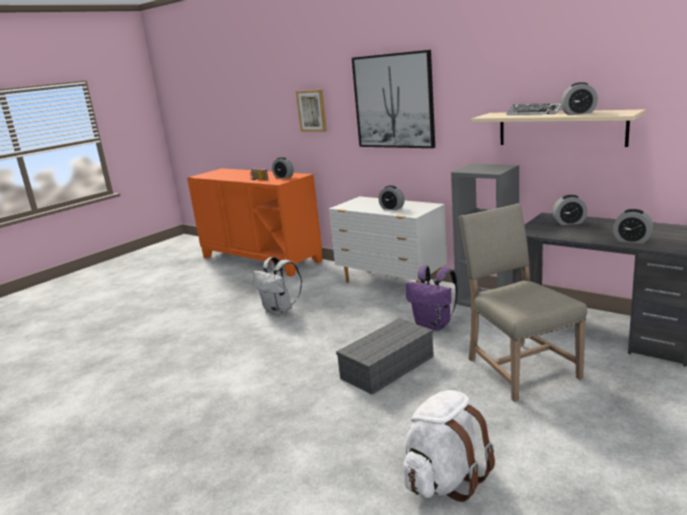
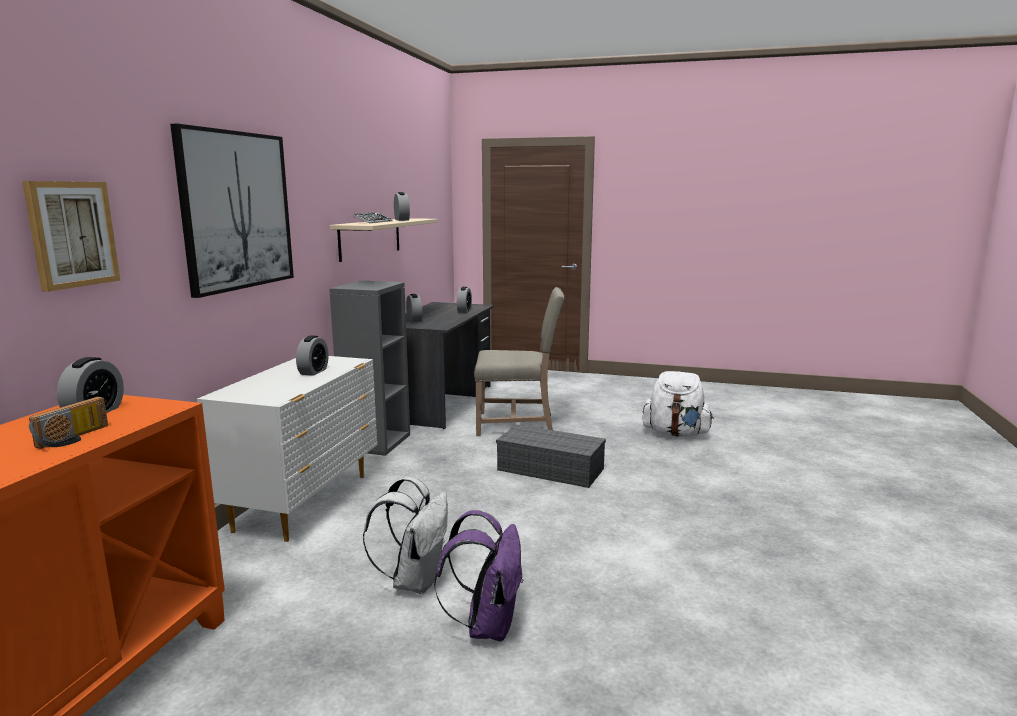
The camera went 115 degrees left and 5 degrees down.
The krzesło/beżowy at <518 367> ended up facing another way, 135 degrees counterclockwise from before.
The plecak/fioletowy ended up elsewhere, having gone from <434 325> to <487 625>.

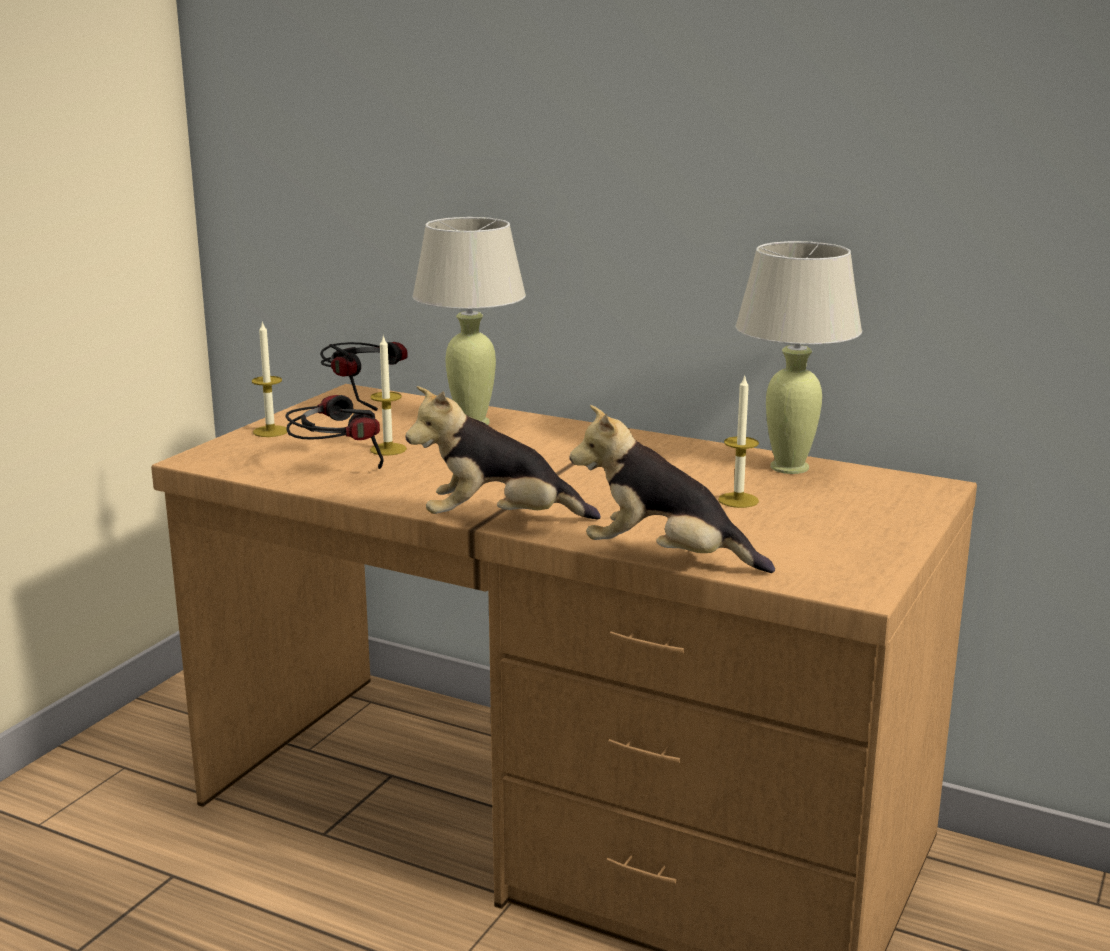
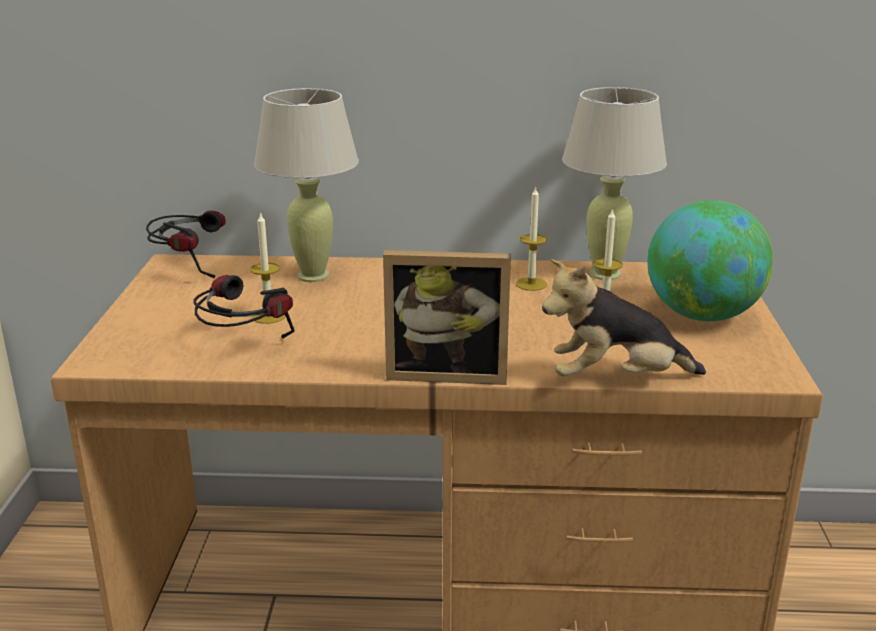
The camera went 25 degrees left and 5 degrees up.
The świeca ended up elsewhere, having gone from <270 431> to <531 284>.
Where the pluszak stood at <499 522>, the ramka na zdjęcie came to stand at <447 372>.
The second view gained the globus at <702 315>.

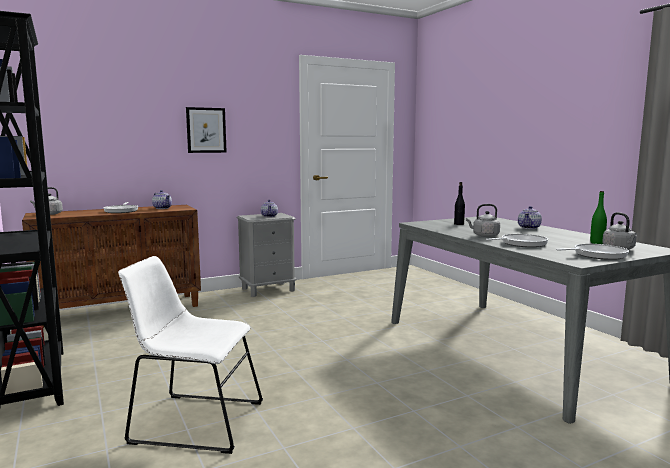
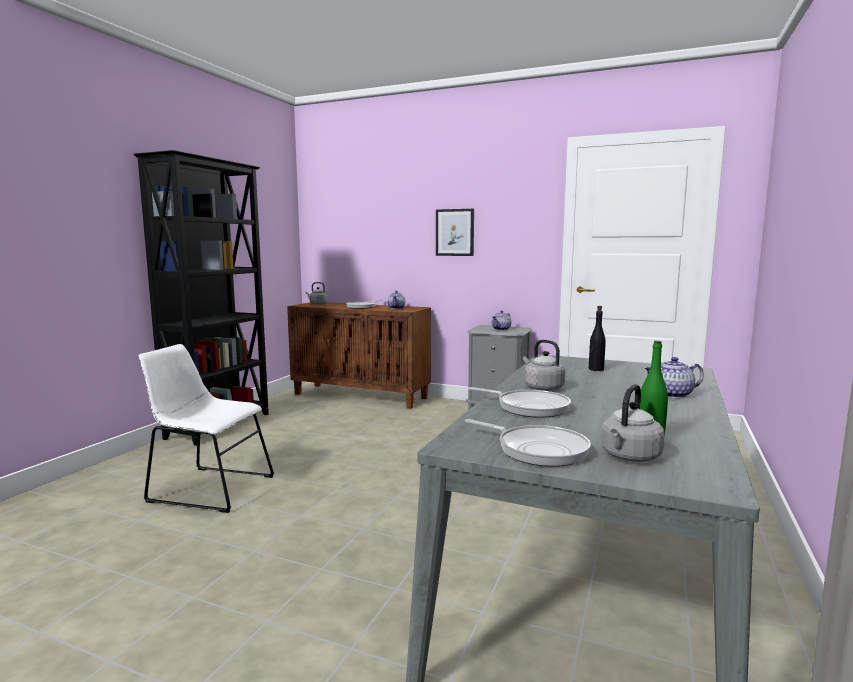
The camera went 50 degrees right and 0 degrees up.
The krzesło/biały at <192 421> ended up facing another way, 45 degrees counterclockwise from before.

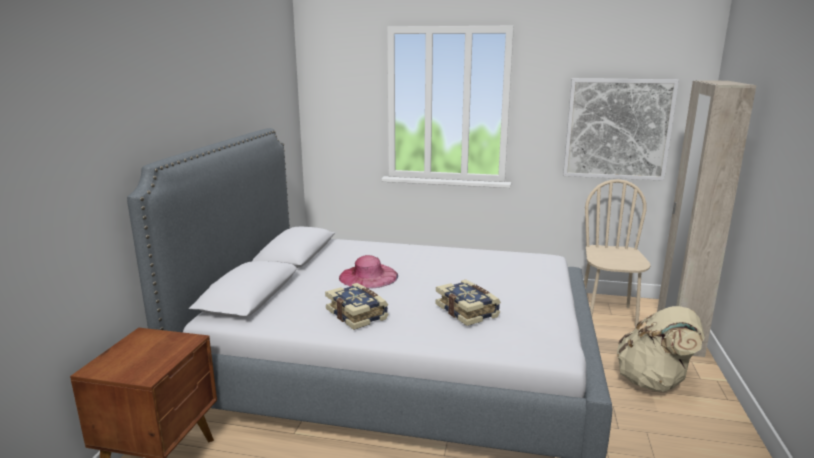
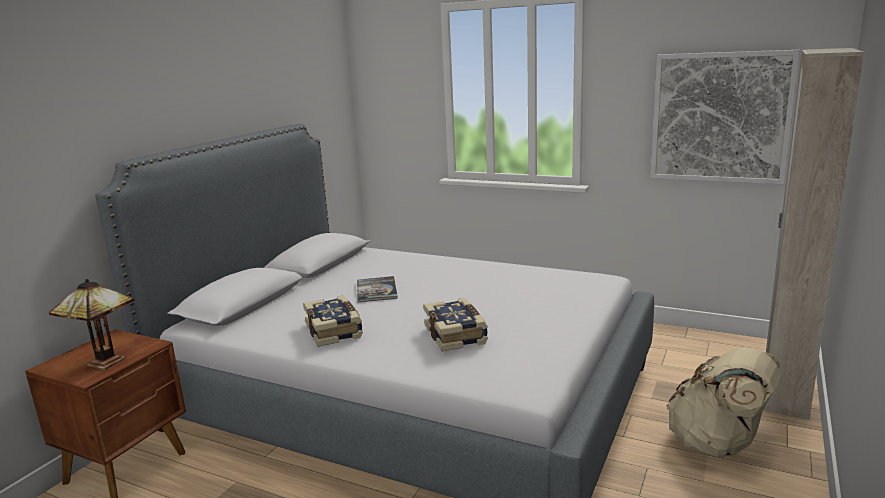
The camera went 15 degrees right and 0 degrees up.
The second view lost the krzesło/beżowy at <608 316>.
Where the kapelusz/różowy stood at <368 276>, the książka came to stand at <376 290>.
The second view gained the lampa stołowa at <103 362>.

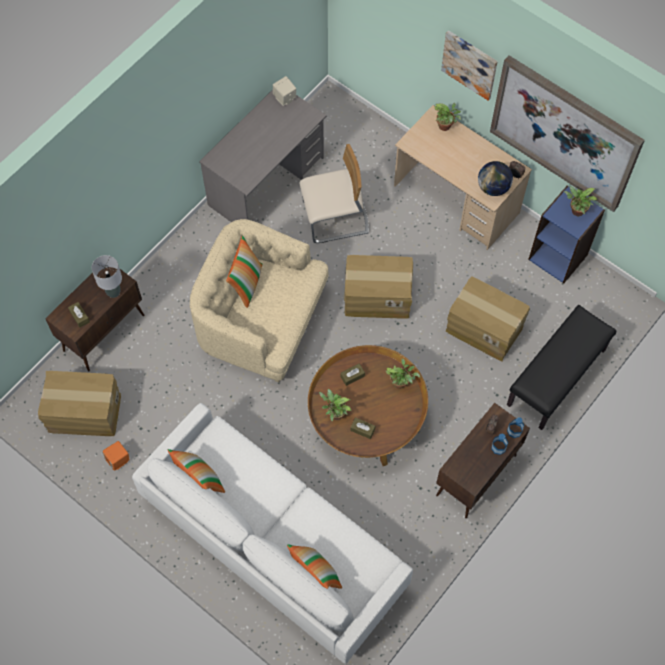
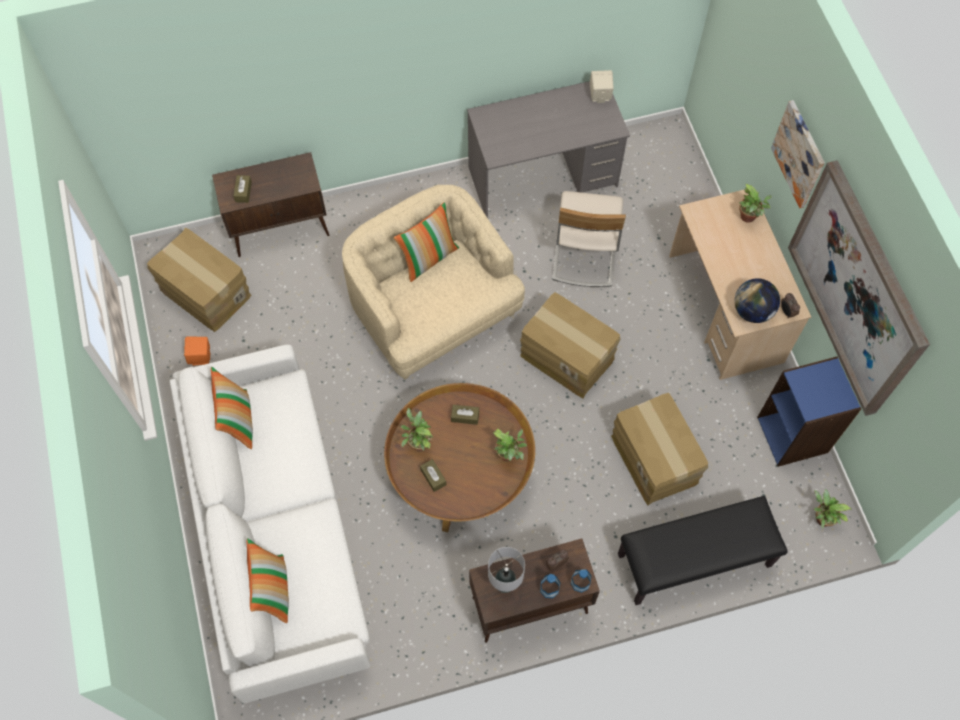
The camera went 35 degrees right and 0 degrees up.
The krzesło/beżowy at <335 219> ended up facing another way, 75 degrees clockwise from before.
The roślina doniczkowa ended up elsewhere, having gone from <576 211> to <821 518>.
The lampa stołowa/szary ended up elsewhere, having gone from <113 292> to <505 584>.

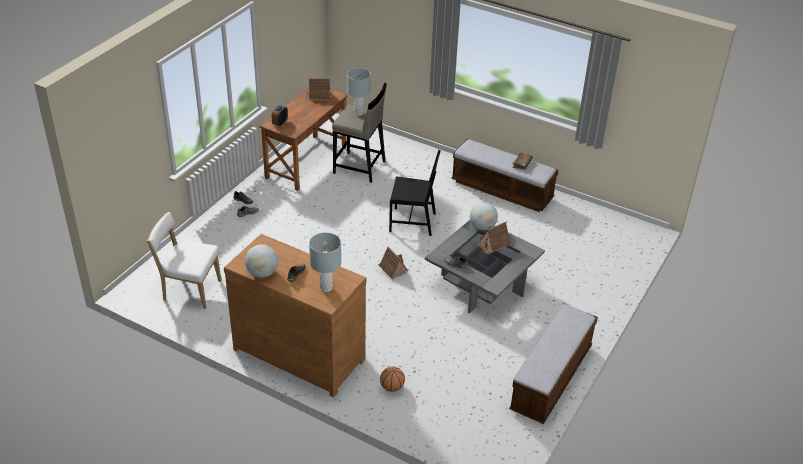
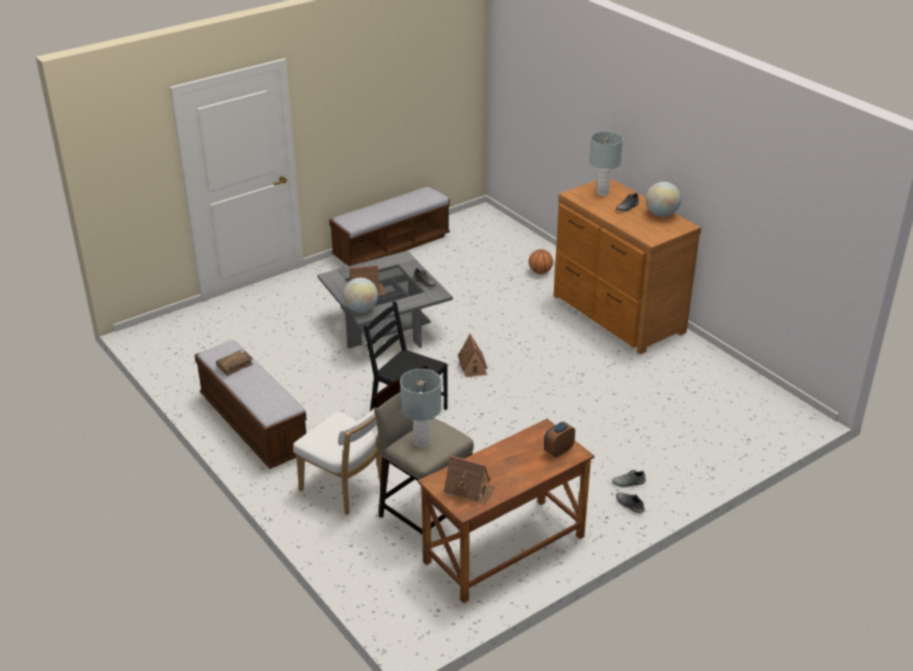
The camera went 155 degrees left and 5 degrees down.
The krzesło/biały ended up elsewhere, having gone from <189 290> to <345 489>.

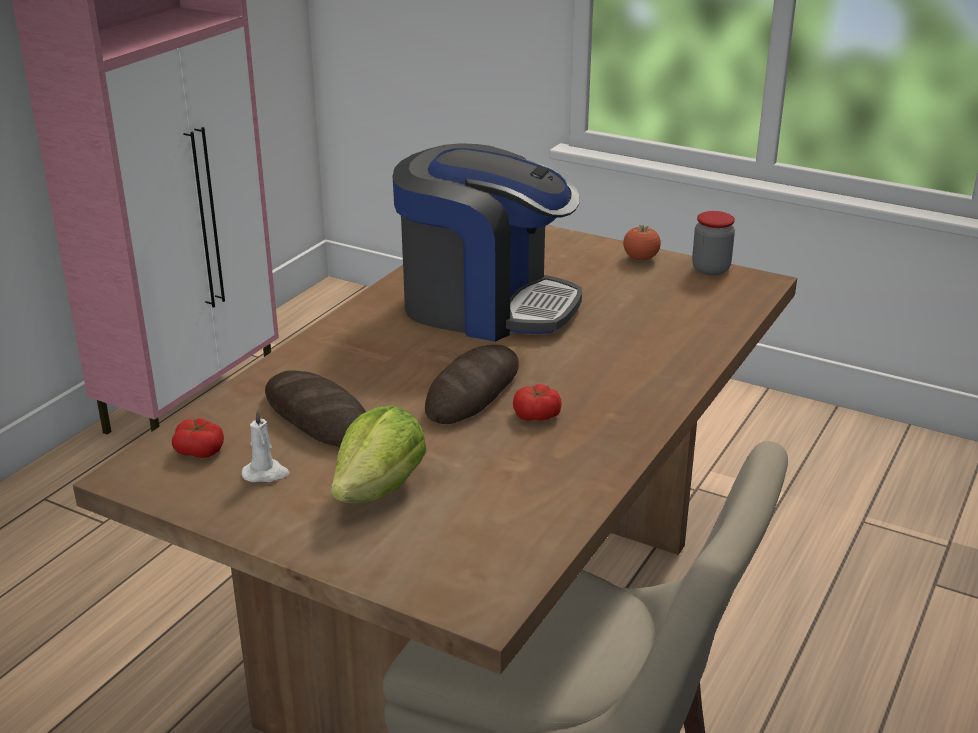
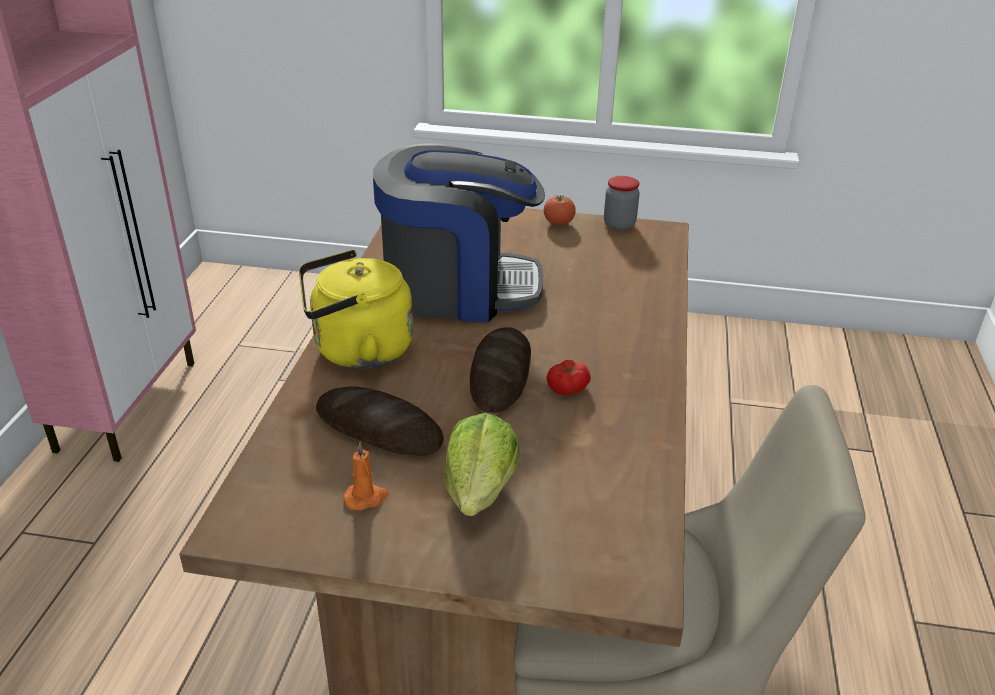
The camera went 20 degrees left and 5 degrees up.
What was the świeca/biały at <266 473> turned into the świeca/pomarańczowy at <366 498>.
The second view lost the pomidor at <199 450>.
The second view gained the czajnik/żółty at <357 351>.

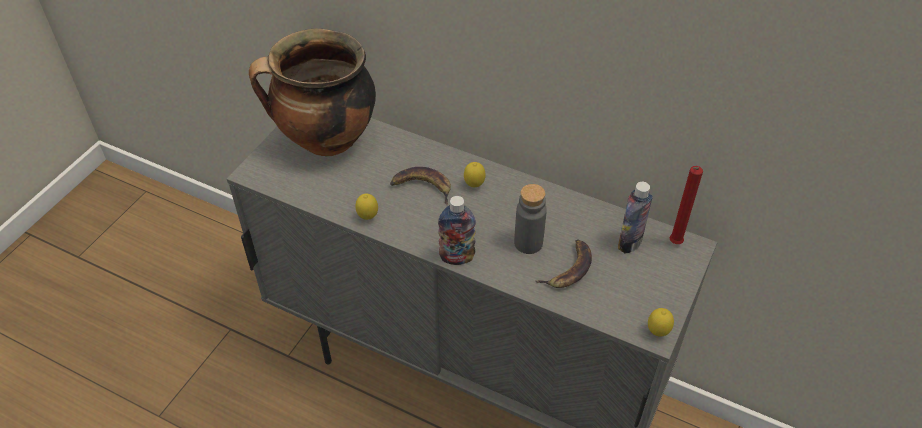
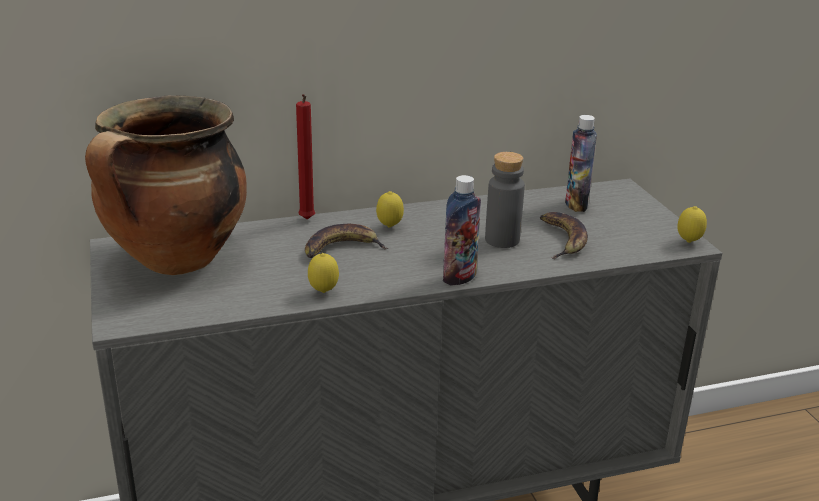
The camera went 45 degrees left and 20 degrees down.
The świeca/czerwony ended up elsewhere, having gone from <674 244> to <306 220>.

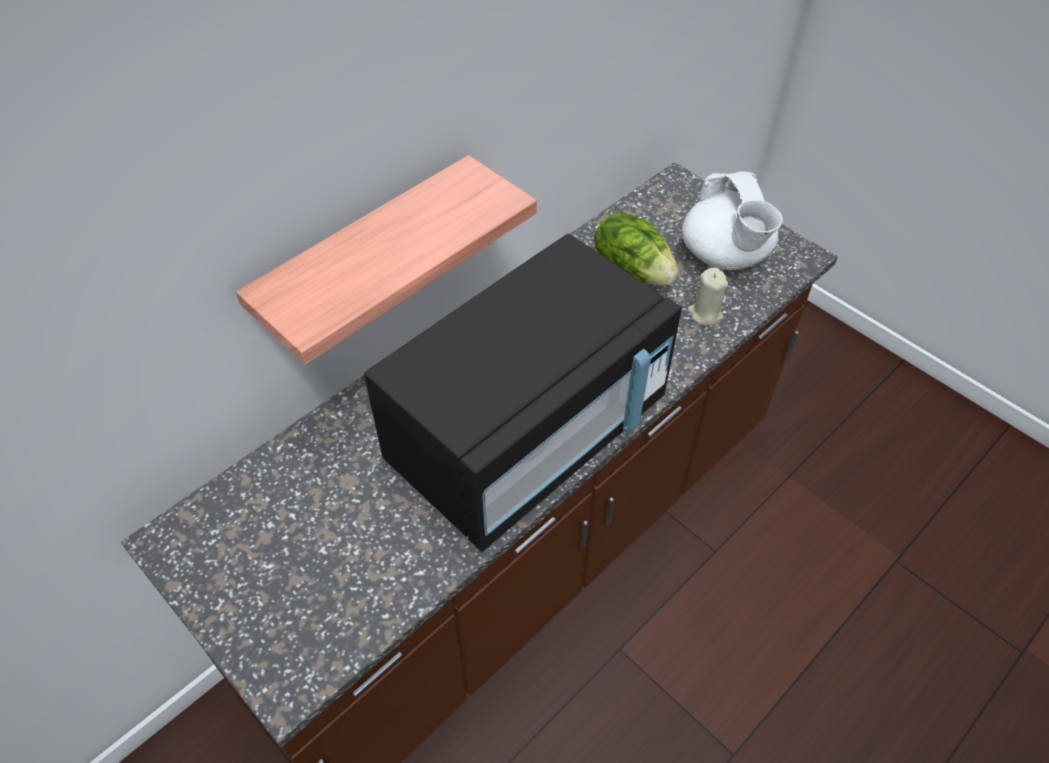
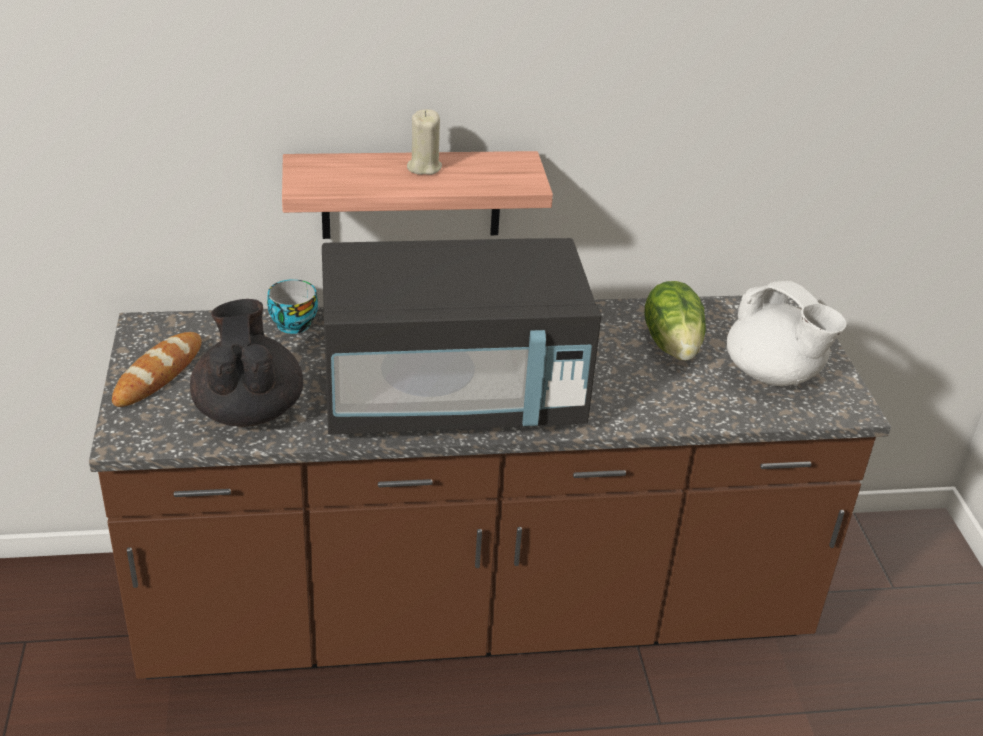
The camera went 35 degrees right and 15 degrees down.
The imbryk/biały at <725 256> ended up facing another way, 60 degrees counterclockwise from before.
The świeca/beżowy ended up elsewhere, having gone from <705 314> to <424 167>.
The second view gained the filiżanka at <292 323>.
The second view gained the imbryk/czarny at <248 409>.
The second view gained the chleb at <159 374>.

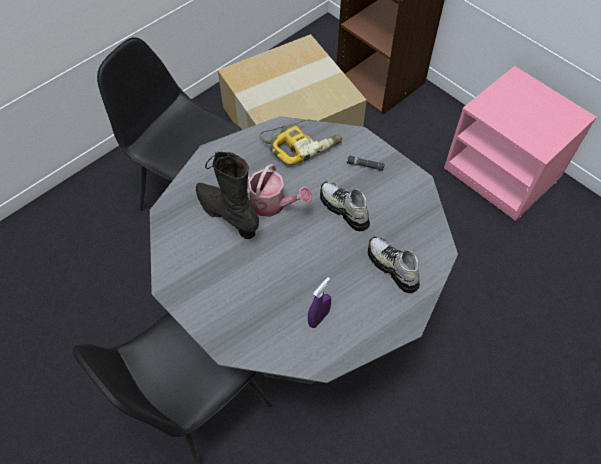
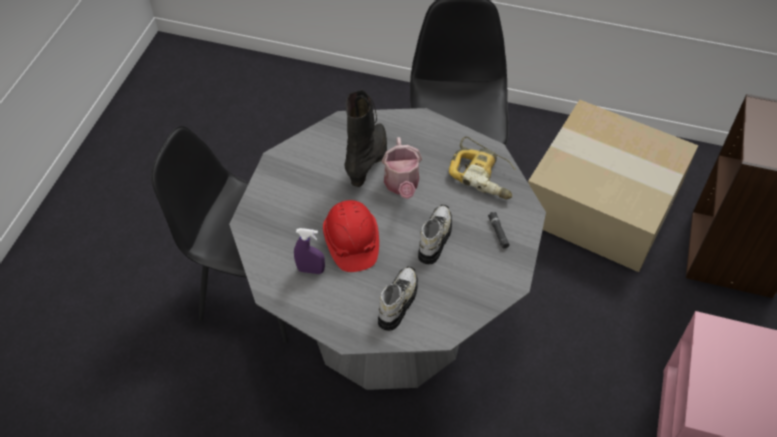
The camera went 60 degrees right and 5 degrees down.
The second view gained the kask/czerwony at <351 243>.

